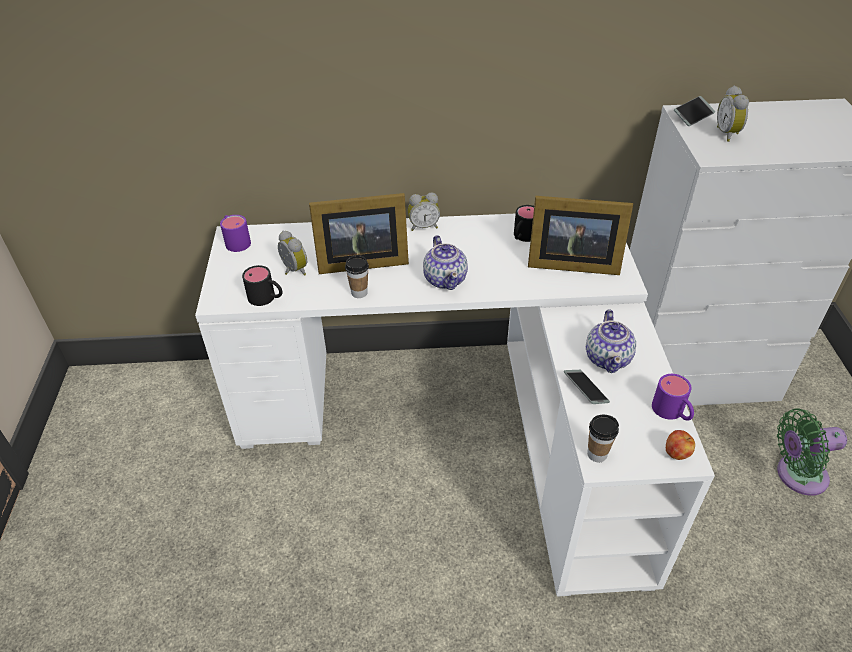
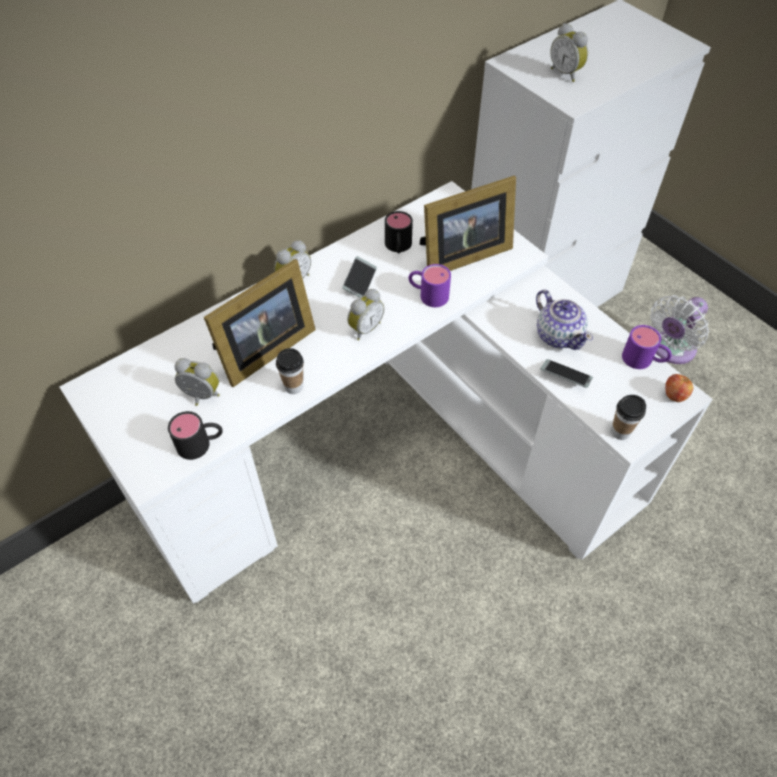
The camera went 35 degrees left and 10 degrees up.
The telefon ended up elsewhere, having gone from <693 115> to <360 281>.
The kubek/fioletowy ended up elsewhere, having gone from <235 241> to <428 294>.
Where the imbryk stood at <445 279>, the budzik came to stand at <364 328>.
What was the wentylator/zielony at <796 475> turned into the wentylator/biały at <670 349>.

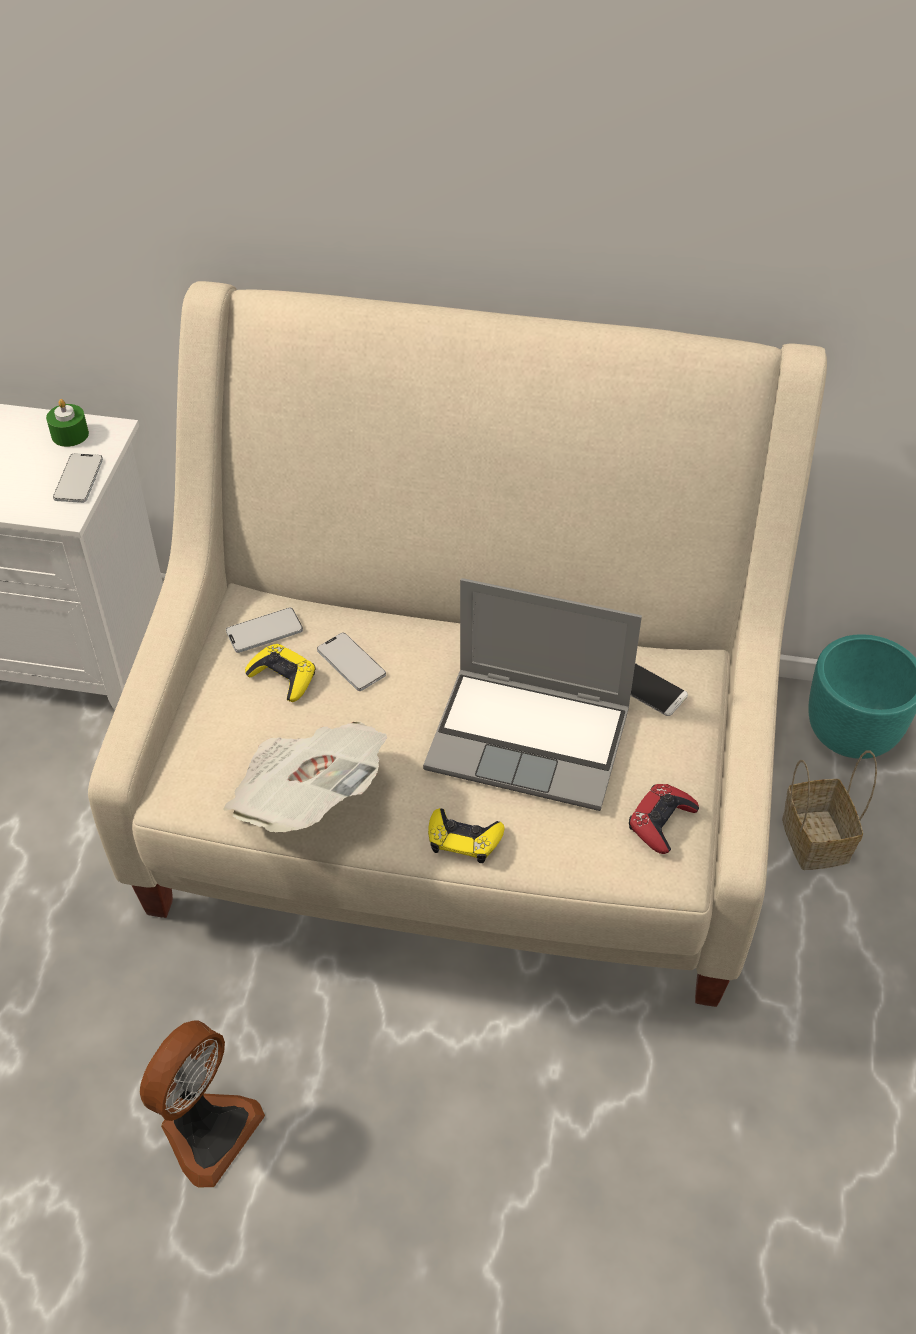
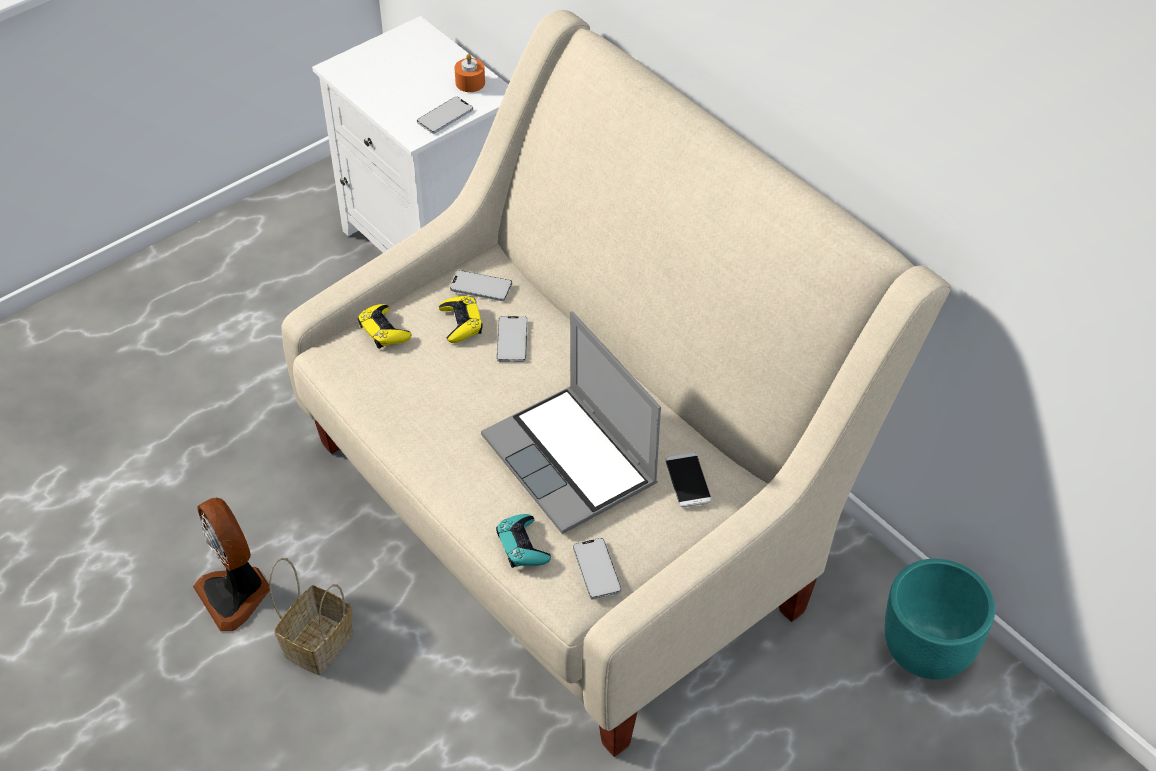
The camera went 40 degrees right and 0 degrees up.
What was the świeca/zielony at <70 434> turned into the świeca/pomarańczowy at <470 83>.
The second view lost the gazeta at <307 798>.
The koszyk ended up elsewhere, having gone from <813 838> to <318 641>.
Where the pad do gier/czerwony stood at <661 822>, the telefon came to stand at <596 569>.
The pad do gier/żółty ended up elsewhere, having gone from <464 839> to <384 330>.
The wentylator at <206 1129> ended up facing another way, 75 degrees clockwise from before.
The second view gained the pad do gier/turkusowy at <522 546>.

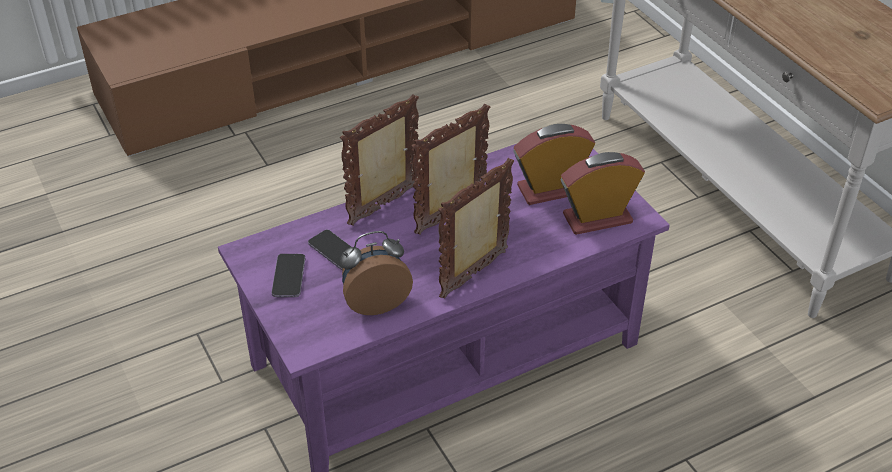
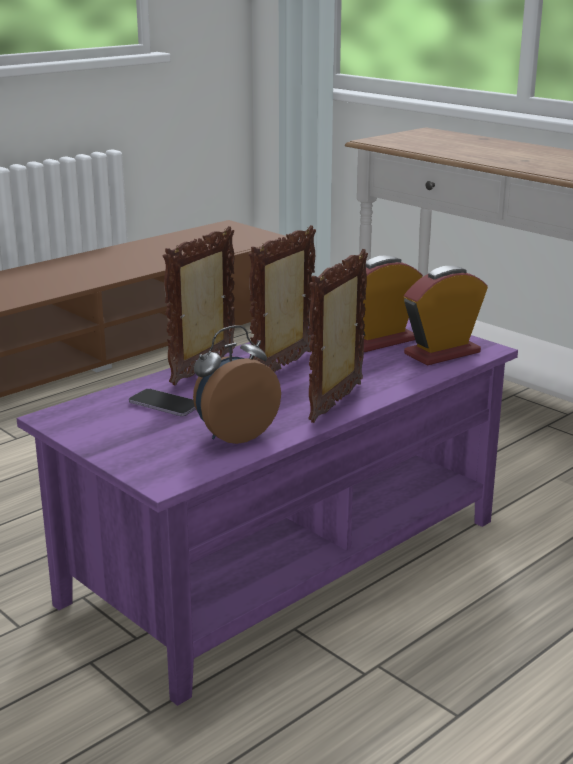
The camera went 15 degrees left and 20 degrees down.
The second view lost the telefon at <288 277>.

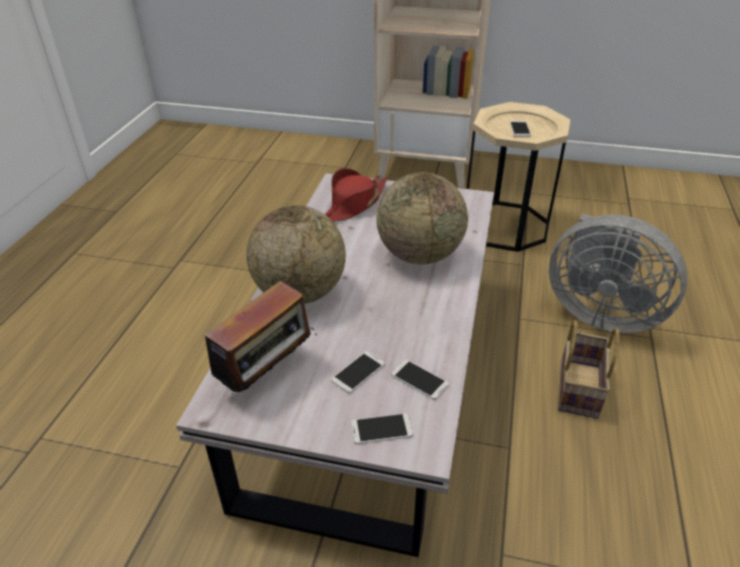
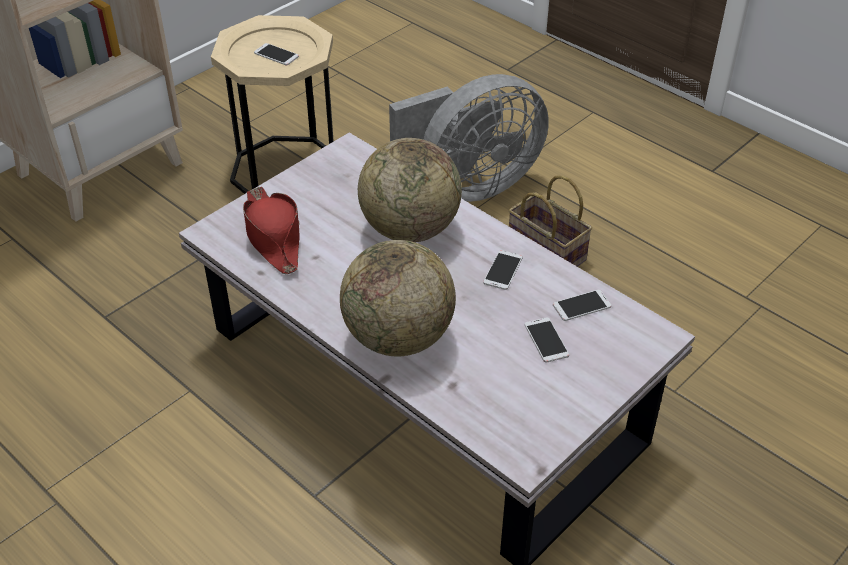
The camera went 60 degrees left and 5 degrees up.
The second view lost the radio at <268 375>.
The telefon ended up elsewhere, having gone from <381 429> to <503 270>.

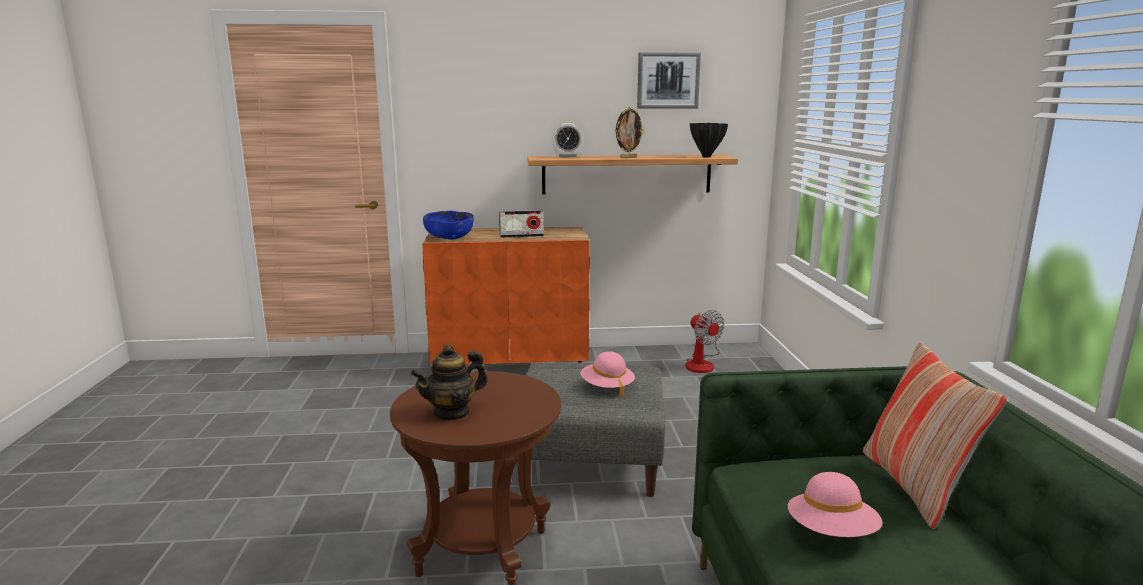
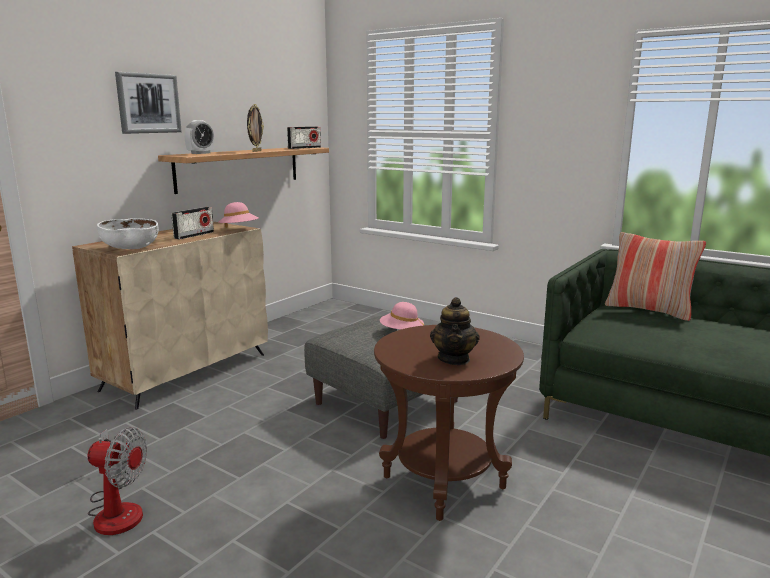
The camera went 50 degrees left and 0 degrees up.
The obraz ended up elsewhere, having gone from <668 80> to <148 103>.
Where the wazon/czarny stood at <705 157>, the radio came to stand at <304 148>.
What was the miska/niebieski at <450 238> turned into the miska/biały at <130 248>.
What was the szafka/pomarańczowy at <511 364> turned into the szafka/beżowy at <187 371>.
The wentylator ended up elsewhere, having gone from <702 363> to <117 509>.
The kapelusz/różowy ended up elsewhere, having gone from <831 532> to <239 230>.

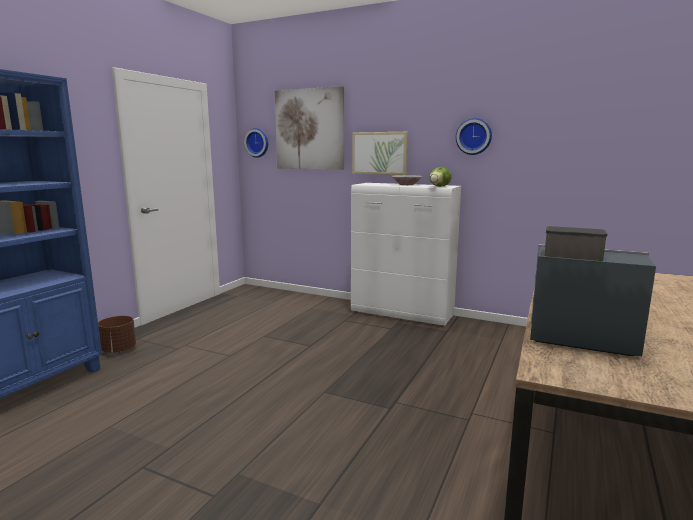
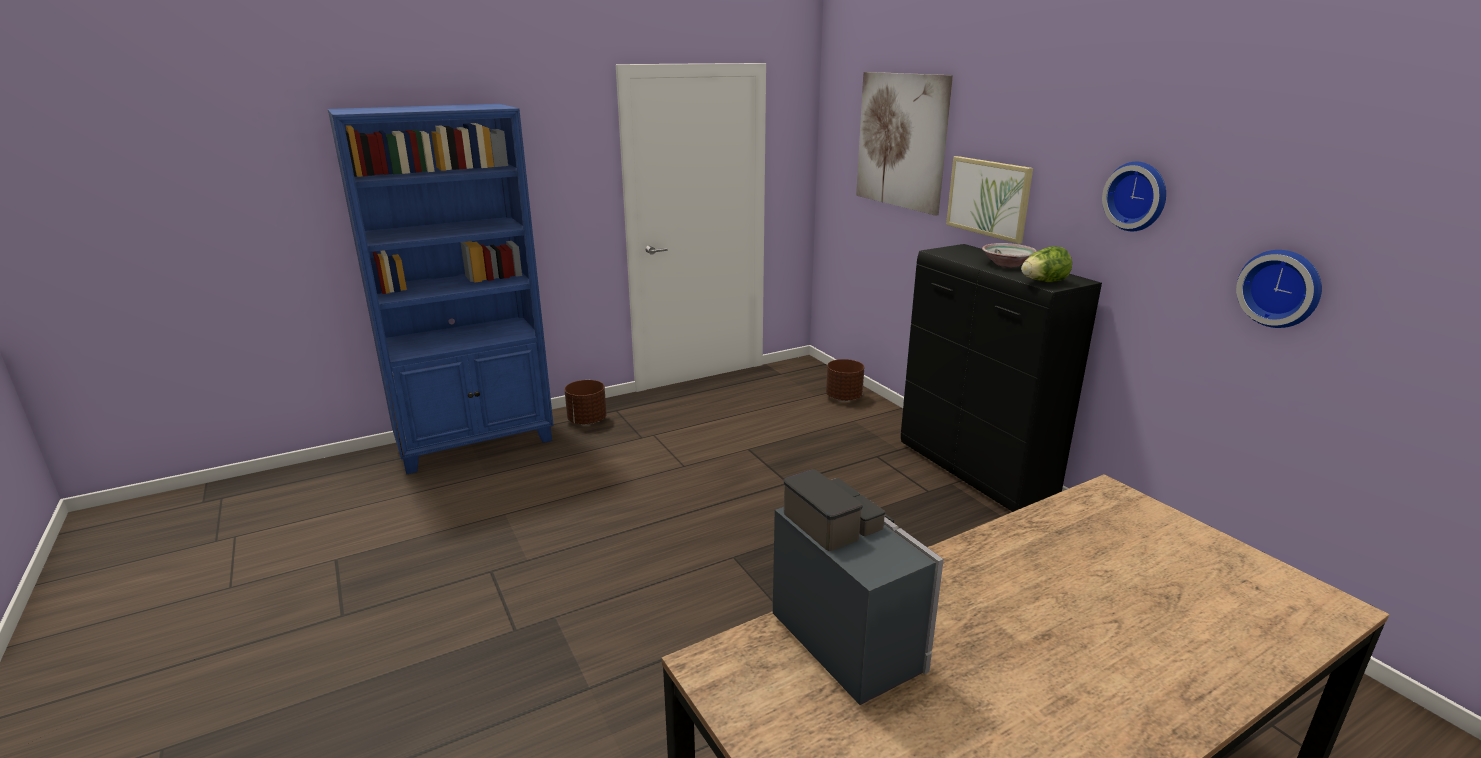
The camera went 35 degrees right and 10 degrees up.
The zegar ścienny ended up elsewhere, having gone from <258 143> to <1281 288>.
What was the szafka/biały at <402 314> turned into the szafka/czarny at <975 472>.
The second view gained the donica/brązowy at <844 397>.

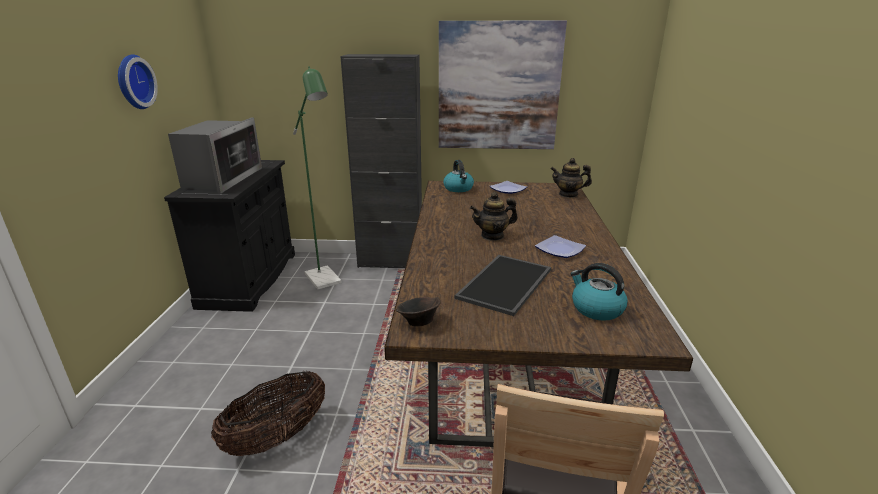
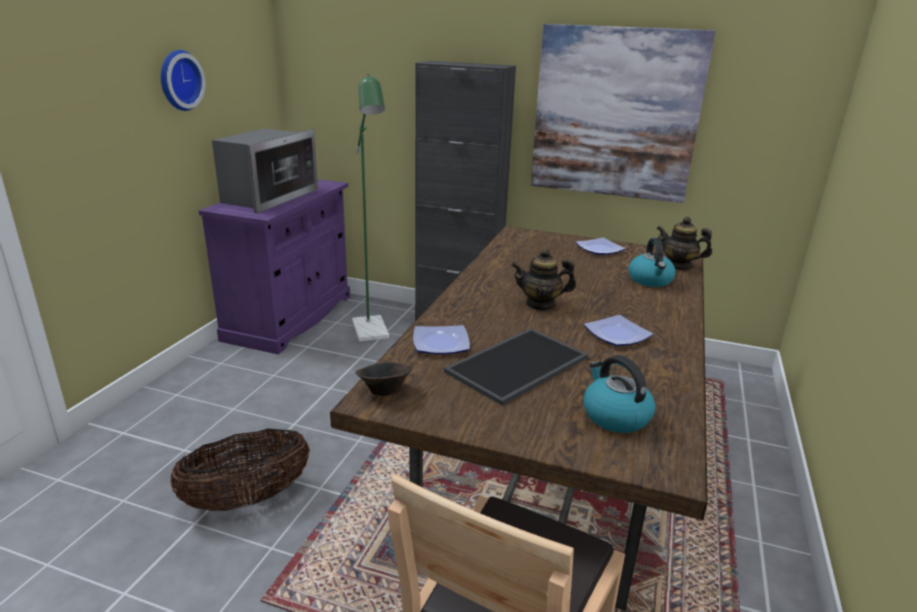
The camera went 15 degrees right and 0 degrees up.
What was the szafka/czarny at <250 279> turned into the szafka/fioletowy at <290 317>.
The czajnik ended up elsewhere, having gone from <458 188> to <650 280>.
The second view gained the talerz at <442 344>.

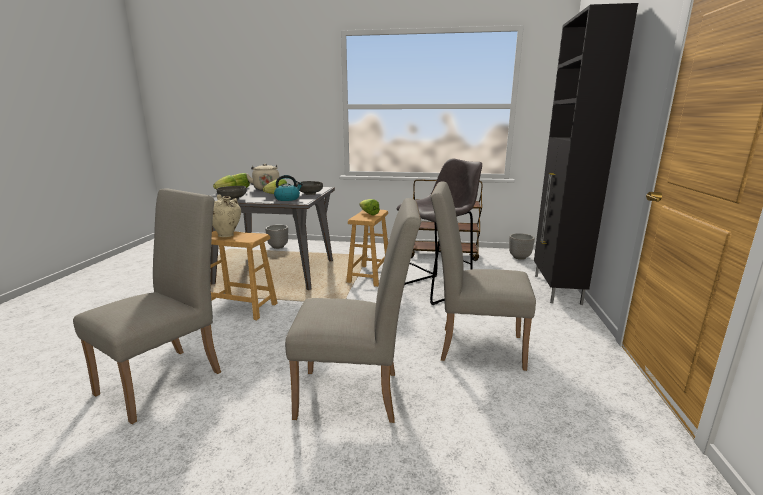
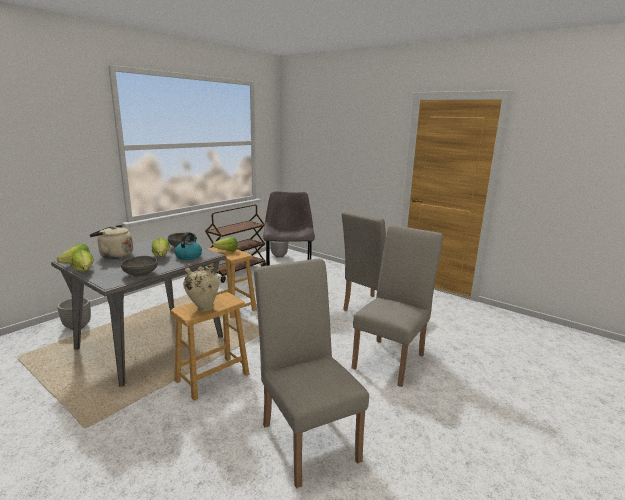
The camera went 60 degrees left and 0 degrees up.
The second view lost the szafka/czarny at <556 289>.

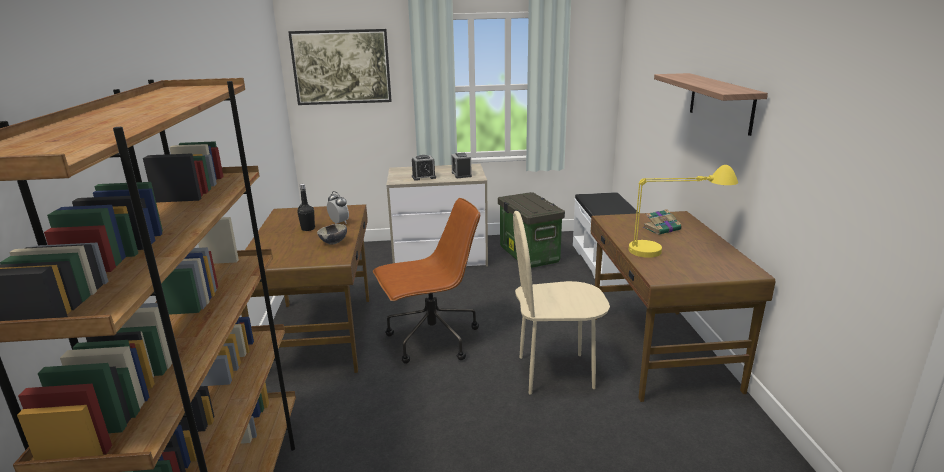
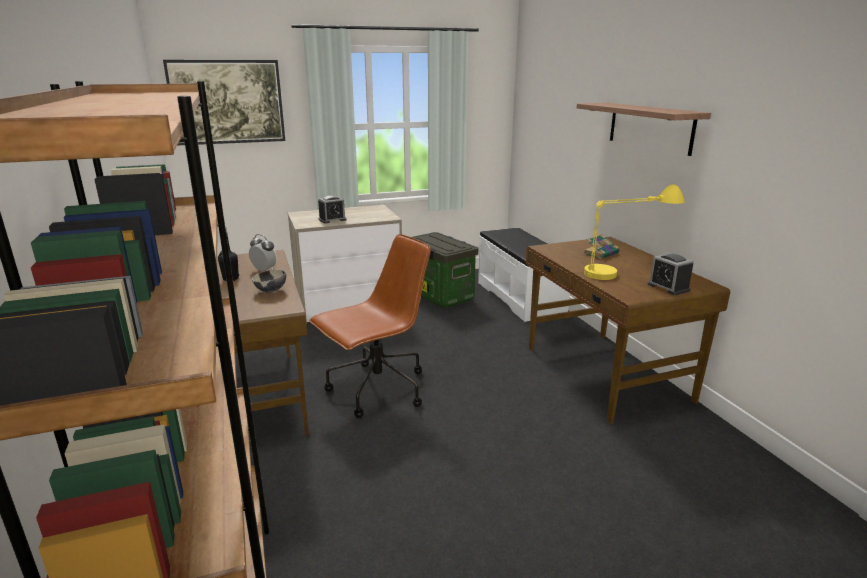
The camera went 15 degrees left and 0 degrees up.
The budzik ended up elsewhere, having gone from <461 174> to <668 287>.
The second view lost the krzesło/beżowy at <555 372>.

